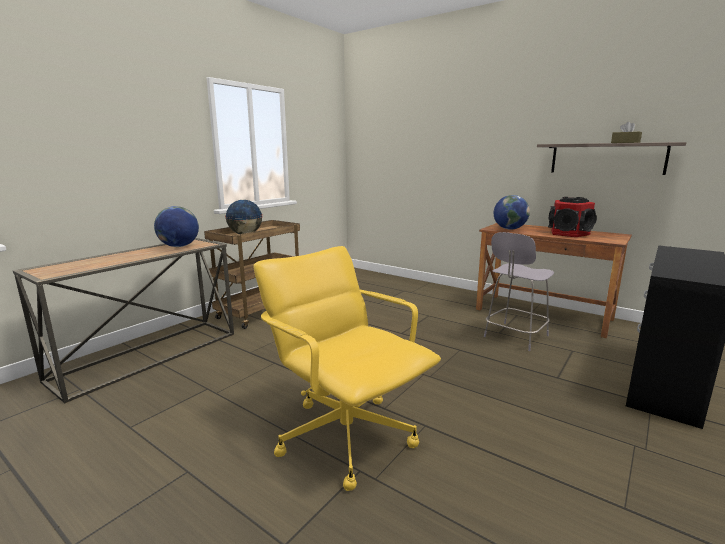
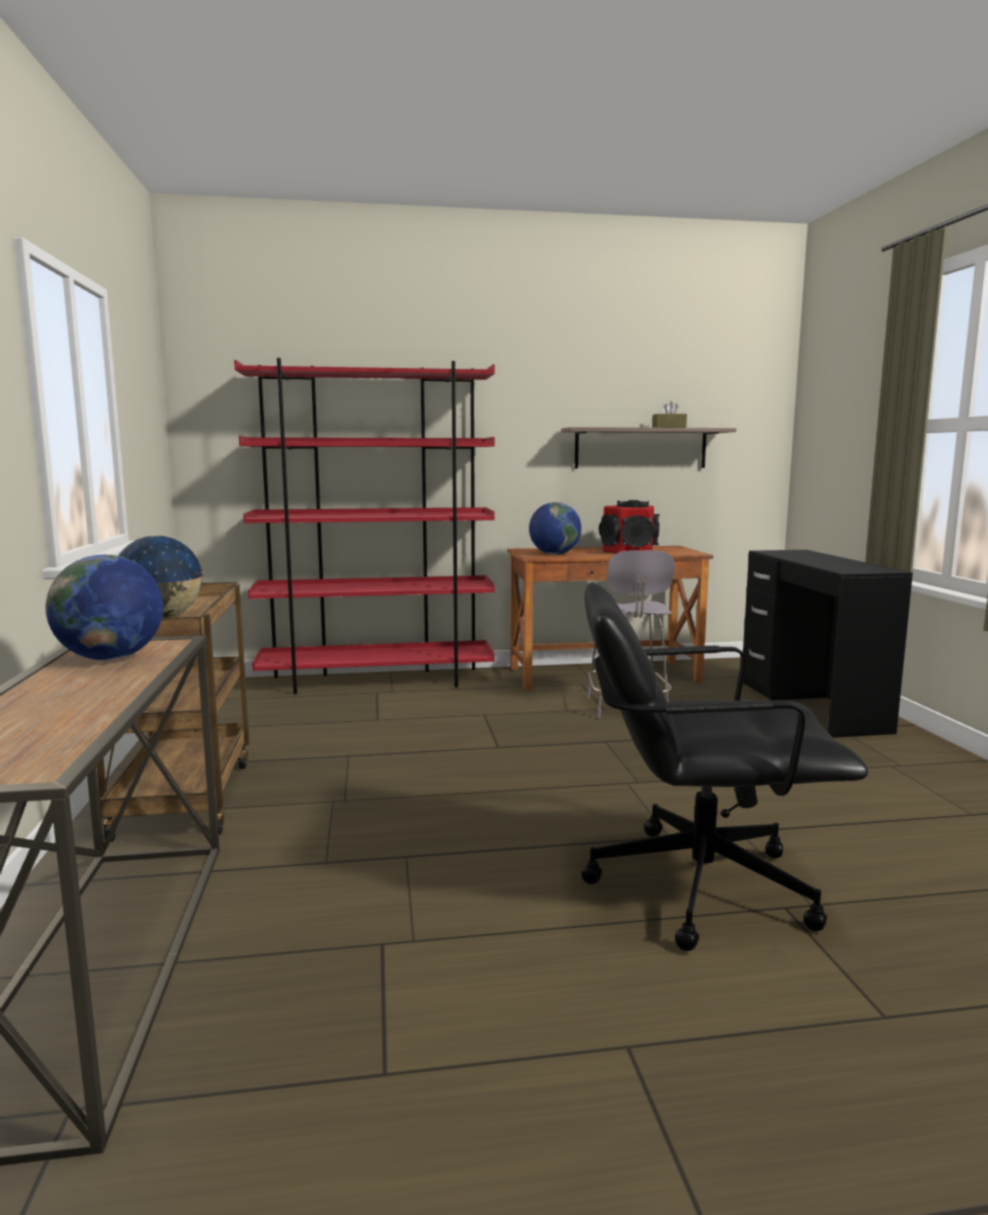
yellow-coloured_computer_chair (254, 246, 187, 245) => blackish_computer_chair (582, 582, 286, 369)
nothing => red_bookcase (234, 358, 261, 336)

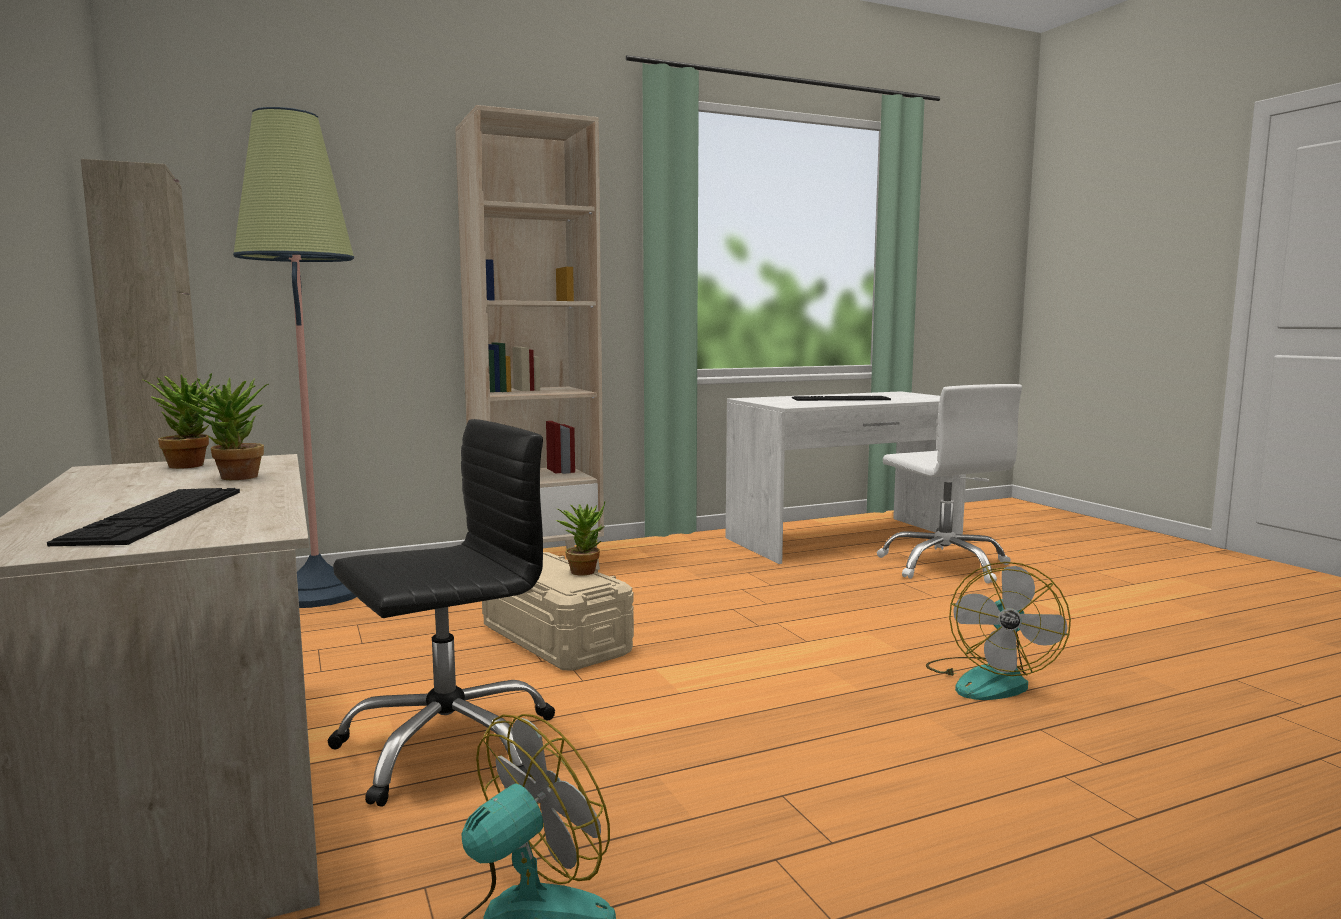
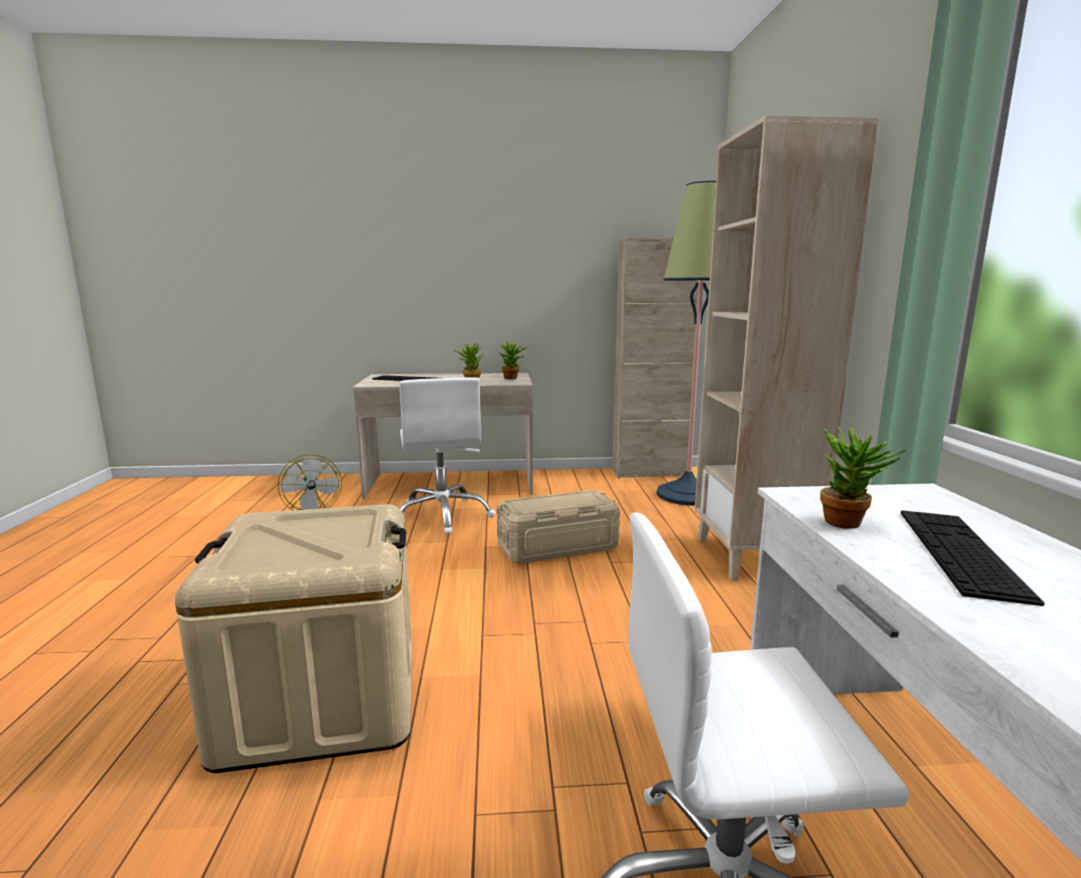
blackish_computer_chair (327, 419, 228, 388) => white-coloured_computer_chair (399, 378, 96, 157)
potted_plant (556, 502, 49, 74) => potted_plant (820, 427, 88, 102), shifted
electric_fan (926, 562, 145, 138) => beige-coloured_storage_bin (175, 504, 237, 269)

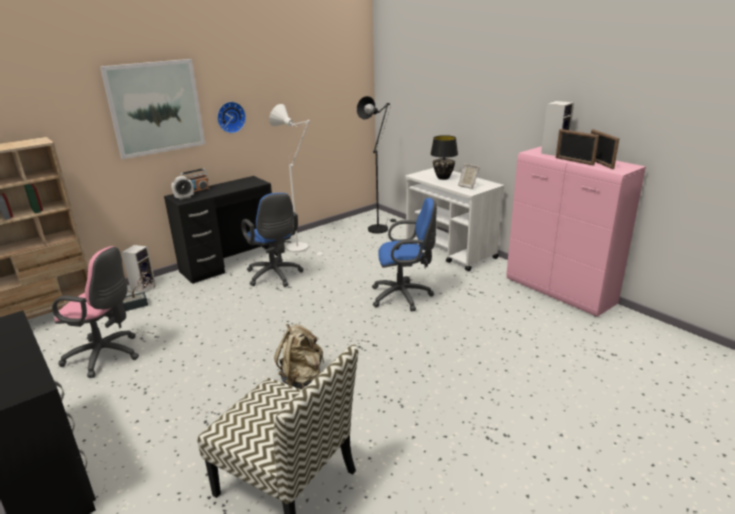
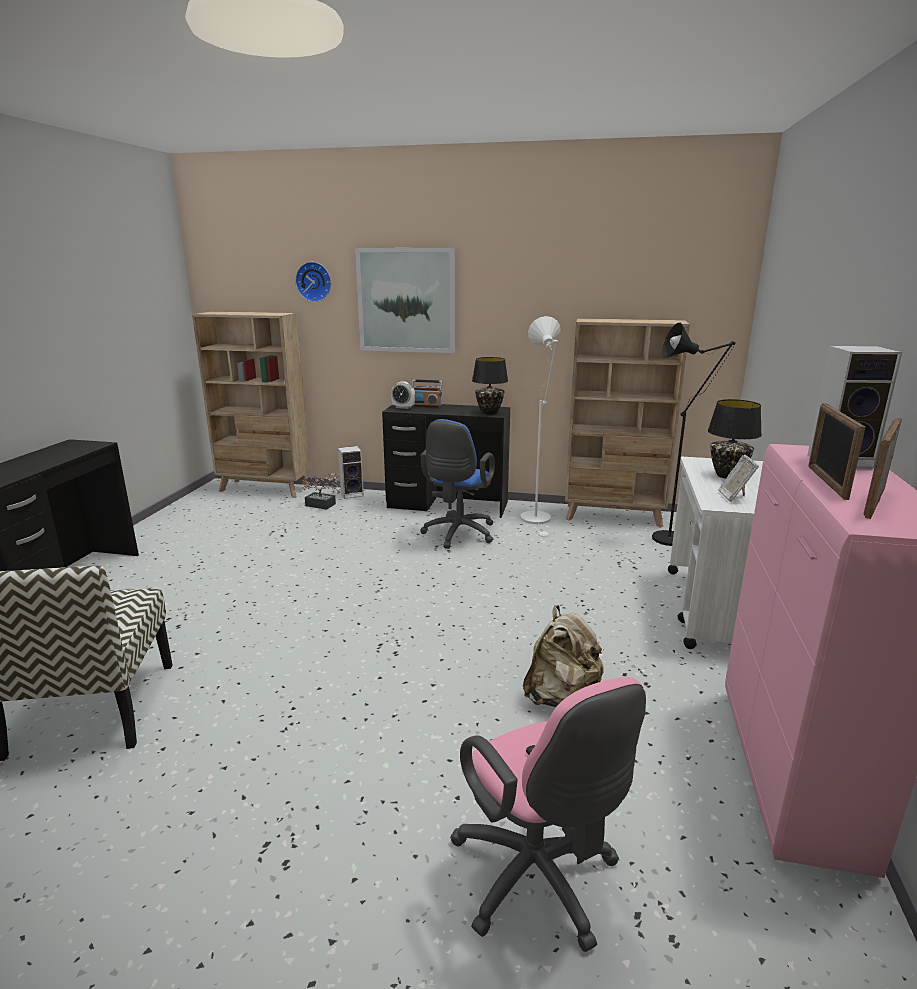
pink-coloured_computer_chair (52, 246, 87, 132) => pink-coloured_computer_chair (450, 677, 196, 275), shifted
hanging_clock (217, 102, 29, 31) => hanging_clock (295, 262, 36, 40), shifted
beige-coloured_backpack (274, 324, 50, 65) => beige-coloured_backpack (523, 605, 81, 102), shifted
blue_computer_chair (372, 198, 65, 114) => nothing
nothing => blackish_lamp_for_a_table (472, 357, 36, 58)
nothing => beige-coloured_bookcase (565, 318, 125, 210)

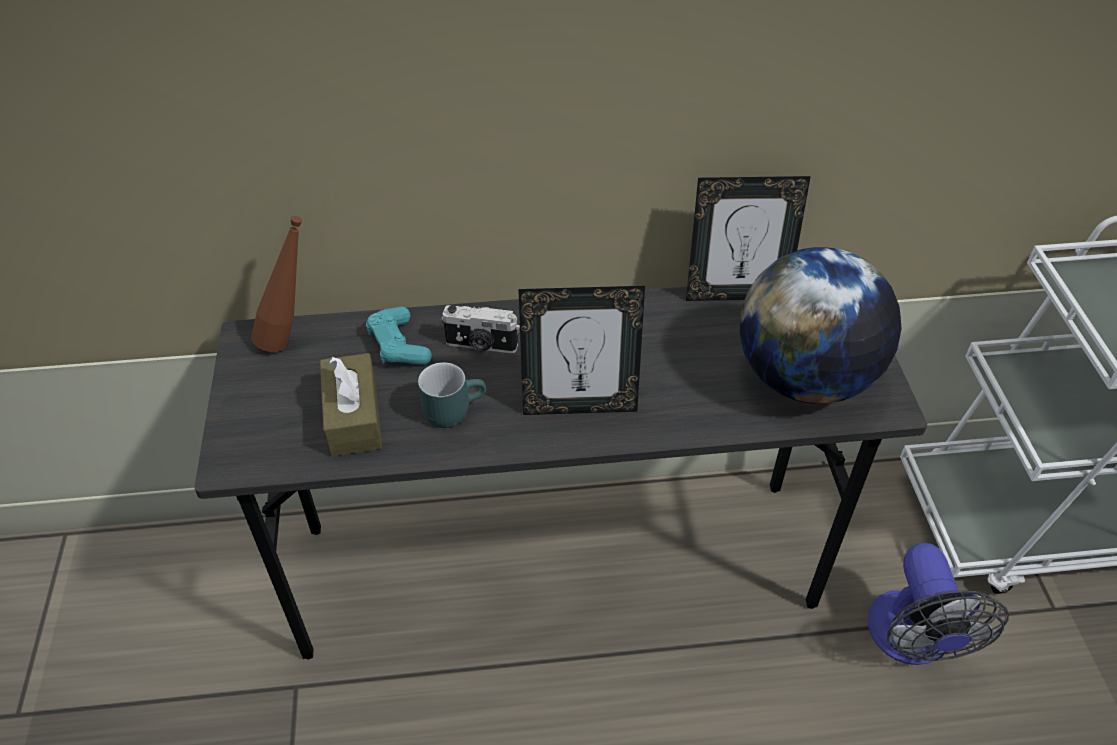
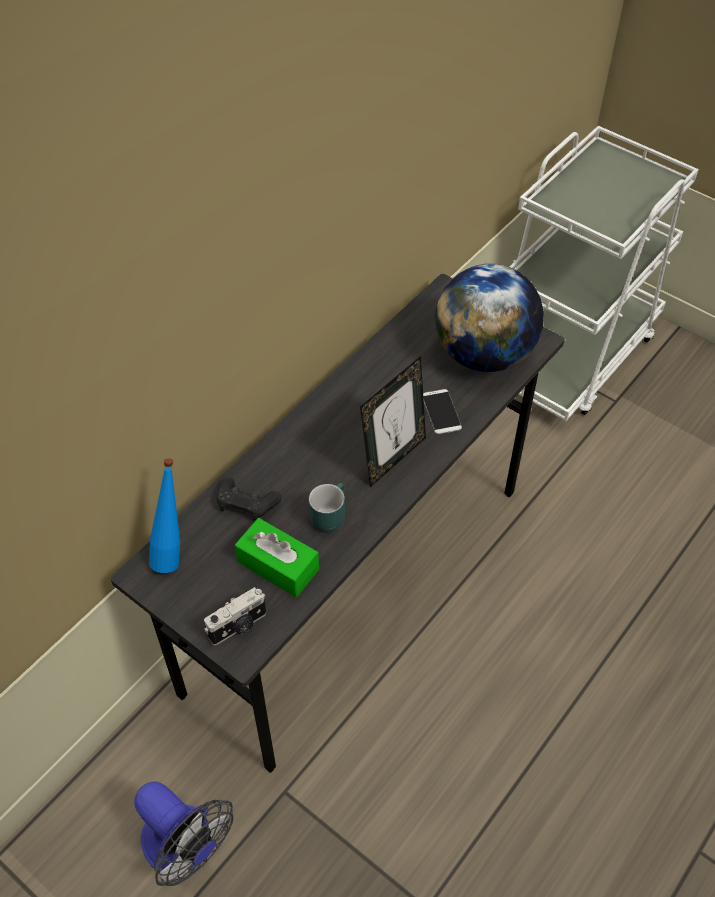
brownish_beverage_bottle (251, 216, 52, 136) => blue_beverage_bottle (149, 458, 31, 115)
brownish_tissue_holder (320, 353, 62, 103) => greenish_tissue_holder (235, 518, 84, 79)
blue-green_joypad (366, 307, 66, 58) => blackish_joypad (216, 477, 65, 44)
still_camera (441, 305, 79, 48) => still_camera (204, 587, 62, 58), shifted
picture_frame (686, 176, 125, 125) => nothing
electric_fan (868, 543, 141, 122) => electric_fan (134, 781, 99, 105), shifted
nothing => phone (423, 389, 39, 45)

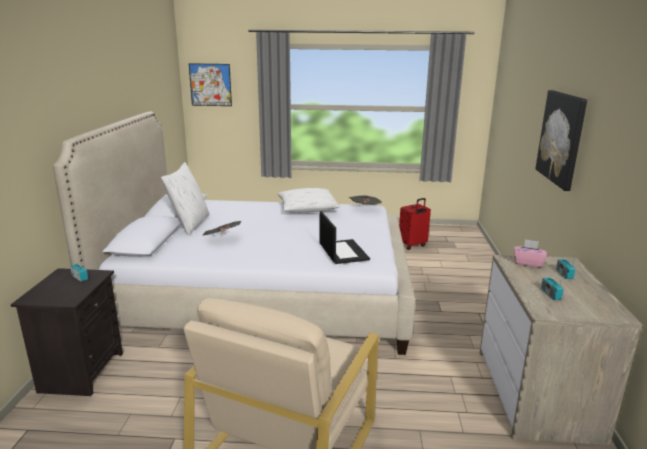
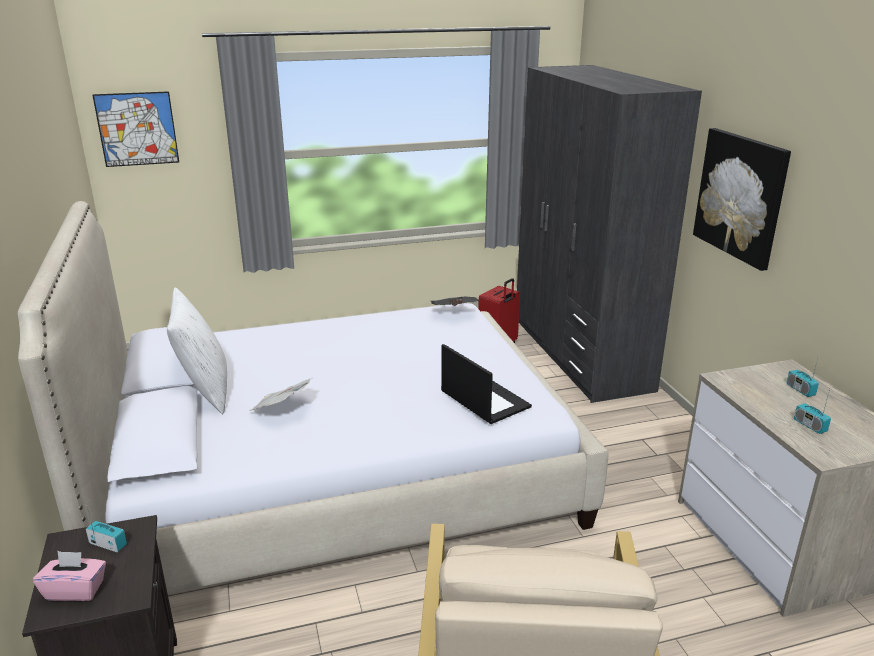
white-coloured_pillow (277, 188, 64, 24) => nothing
pink-coloured_tissue_holder (514, 239, 34, 29) => pink-coloured_tissue_holder (33, 551, 73, 50), shifted
nothing => greyish_wardrobe (517, 65, 185, 338)

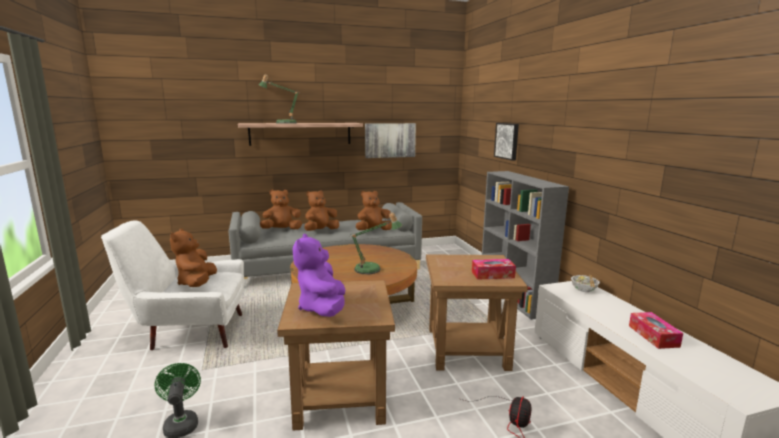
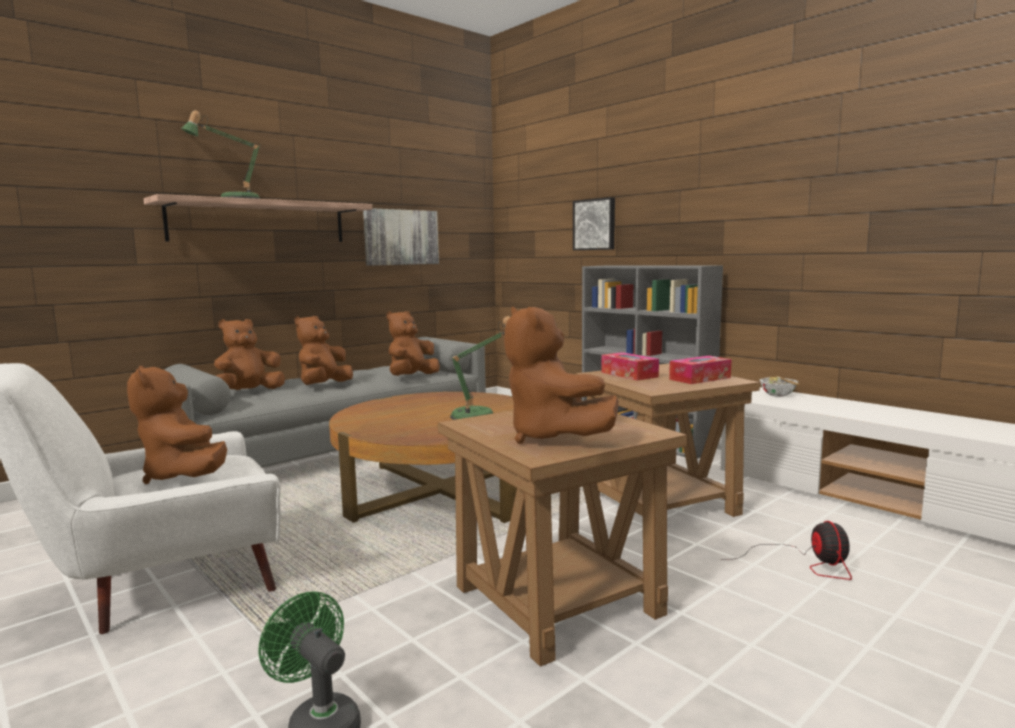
purple_plush_toy (293, 234, 52, 83) => brownish_plush_toy (504, 307, 115, 137)
tissue_holder (629, 312, 54, 37) => tissue_holder (601, 352, 58, 29), shifted

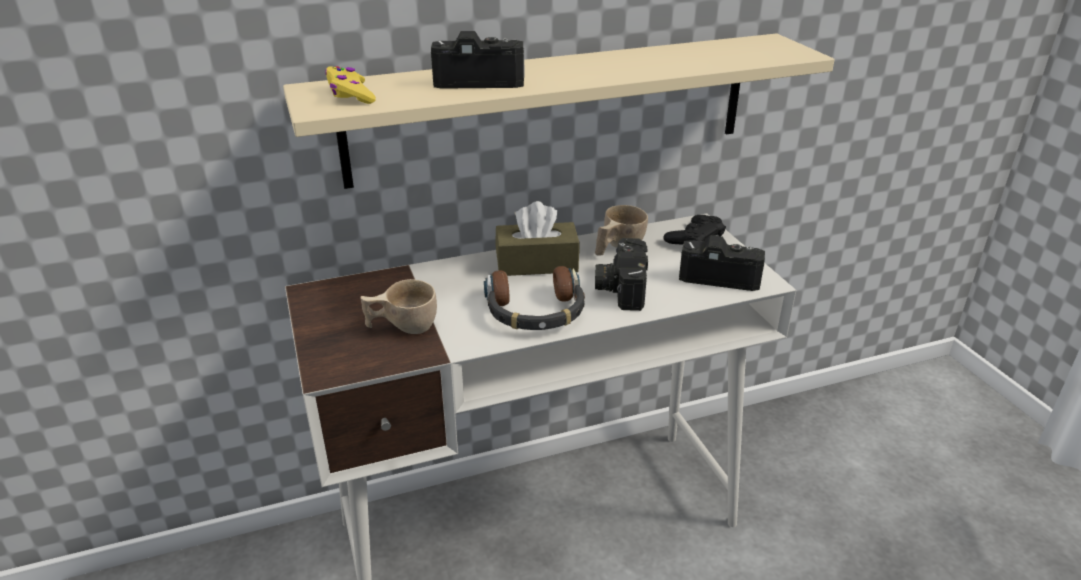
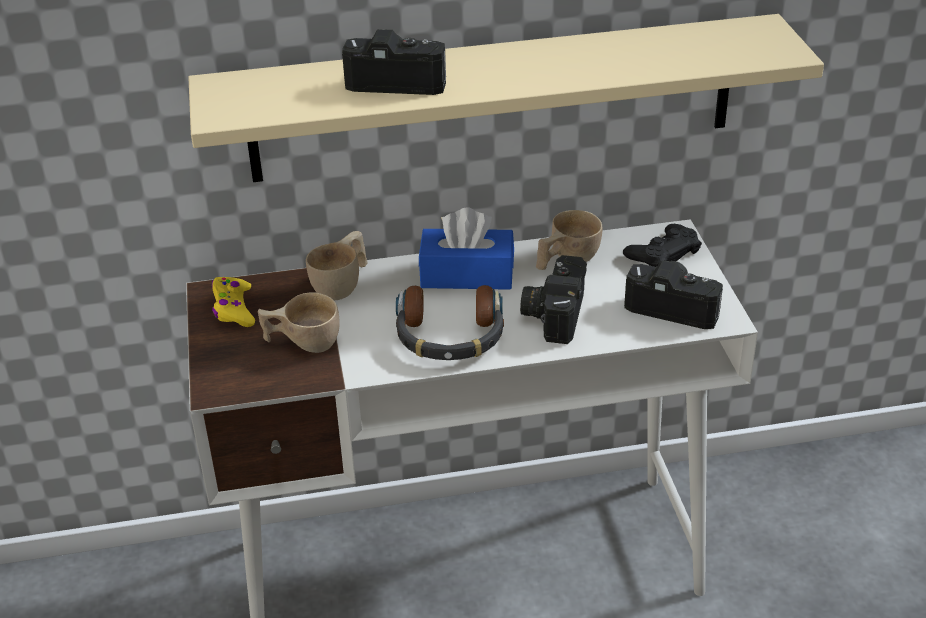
yellow-coloured_joypad (326, 66, 50, 38) => yellow-coloured_joypad (212, 277, 43, 50), shifted
brownish_tissue_holder (495, 201, 85, 75) => blue_tissue_holder (419, 208, 95, 82)
nothing => beige-coloured_small_cup (306, 231, 62, 70)

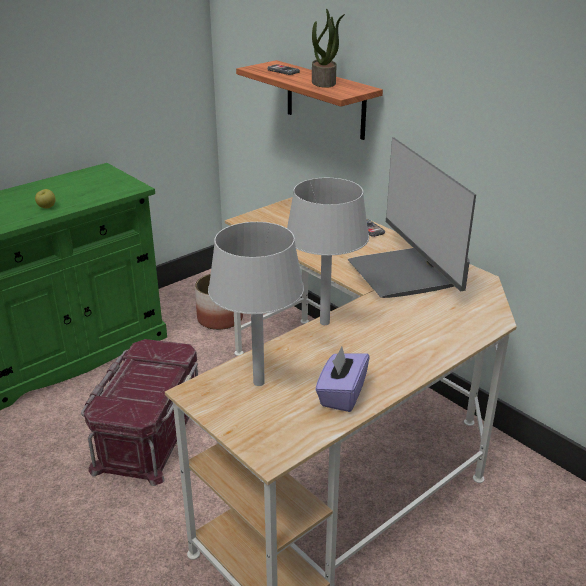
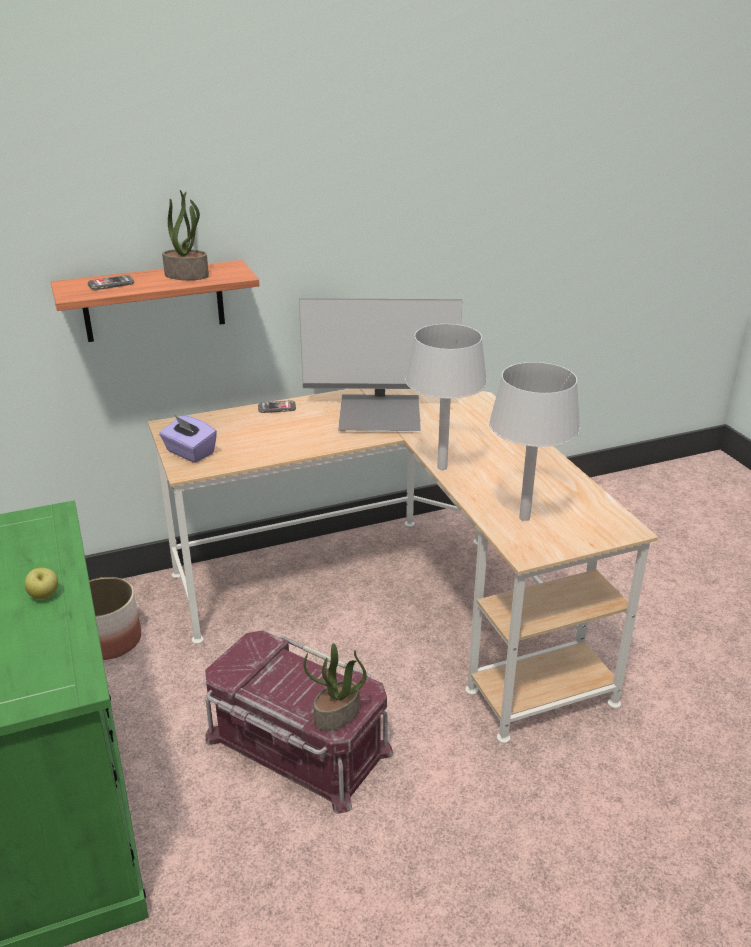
purple_tissue_holder (315, 347, 55, 65) => purple_tissue_holder (159, 416, 58, 47), shifted
nothing => potted_plant (303, 643, 64, 88)

